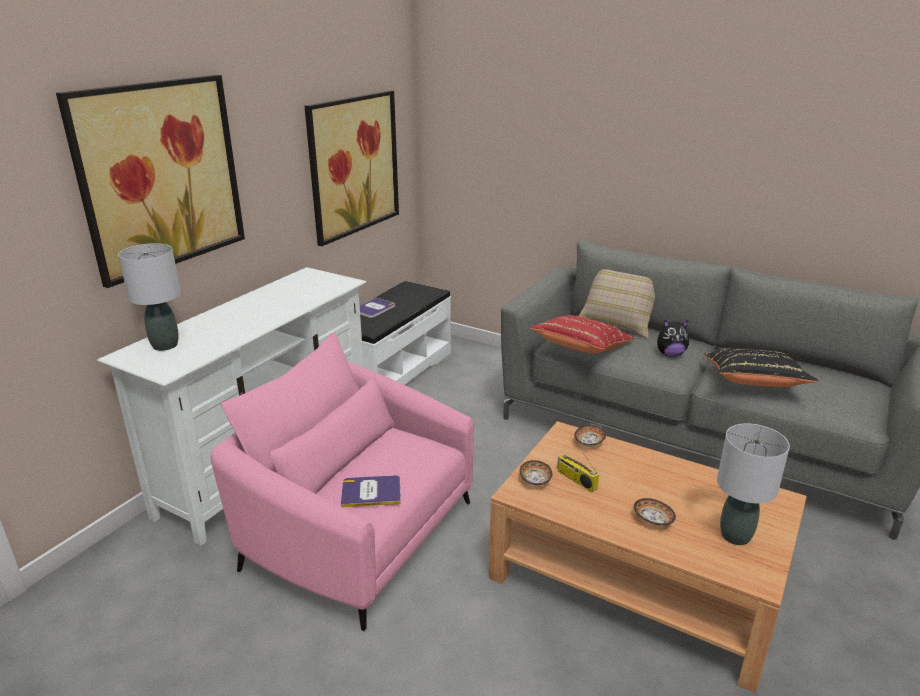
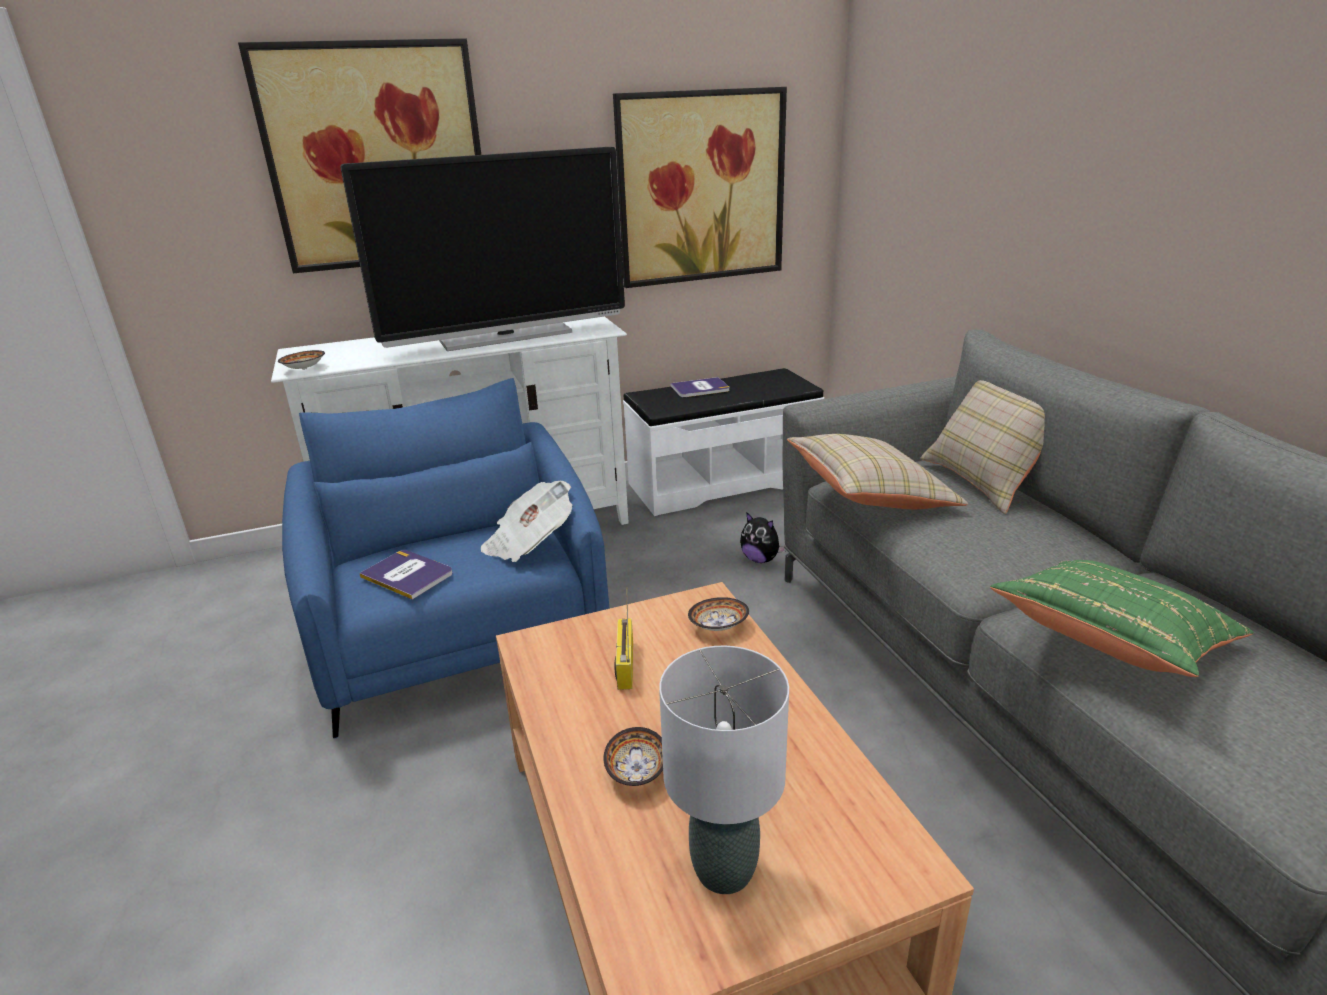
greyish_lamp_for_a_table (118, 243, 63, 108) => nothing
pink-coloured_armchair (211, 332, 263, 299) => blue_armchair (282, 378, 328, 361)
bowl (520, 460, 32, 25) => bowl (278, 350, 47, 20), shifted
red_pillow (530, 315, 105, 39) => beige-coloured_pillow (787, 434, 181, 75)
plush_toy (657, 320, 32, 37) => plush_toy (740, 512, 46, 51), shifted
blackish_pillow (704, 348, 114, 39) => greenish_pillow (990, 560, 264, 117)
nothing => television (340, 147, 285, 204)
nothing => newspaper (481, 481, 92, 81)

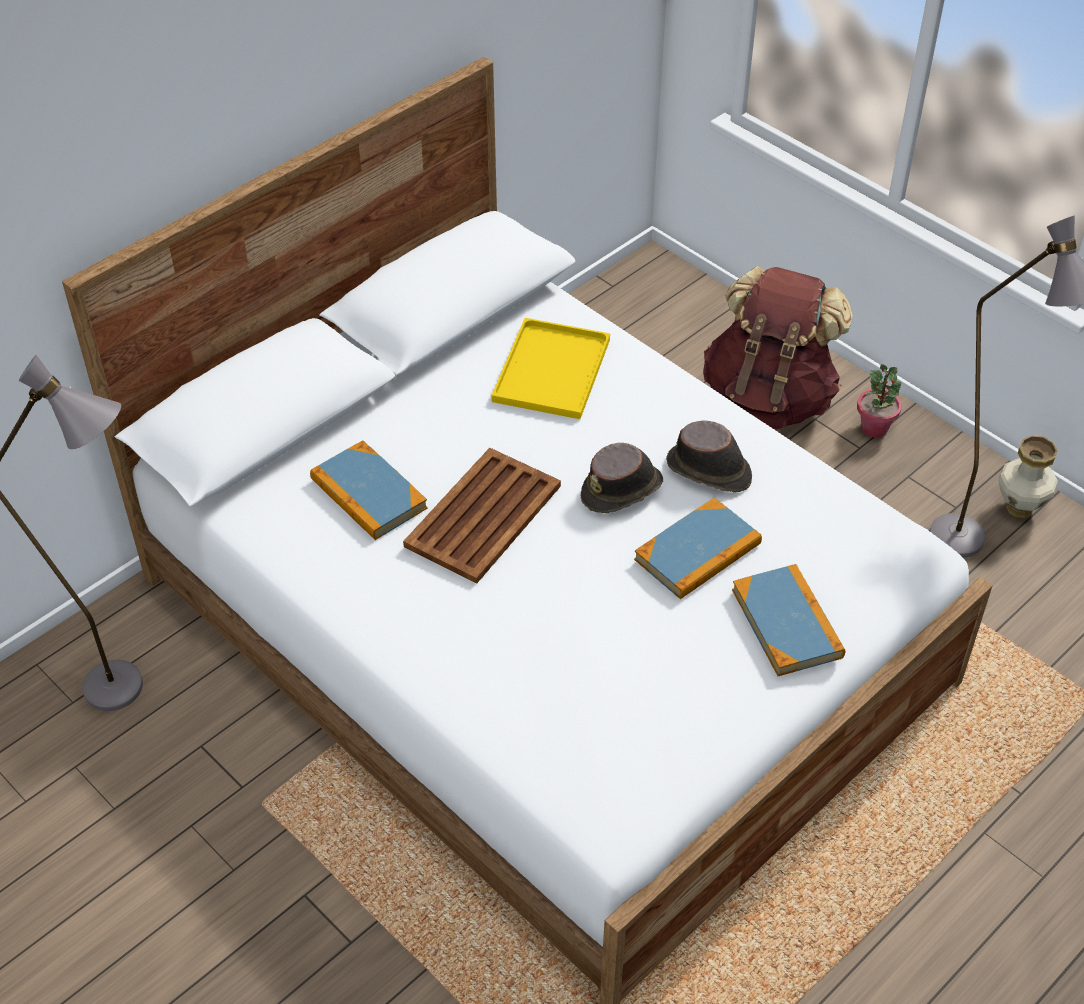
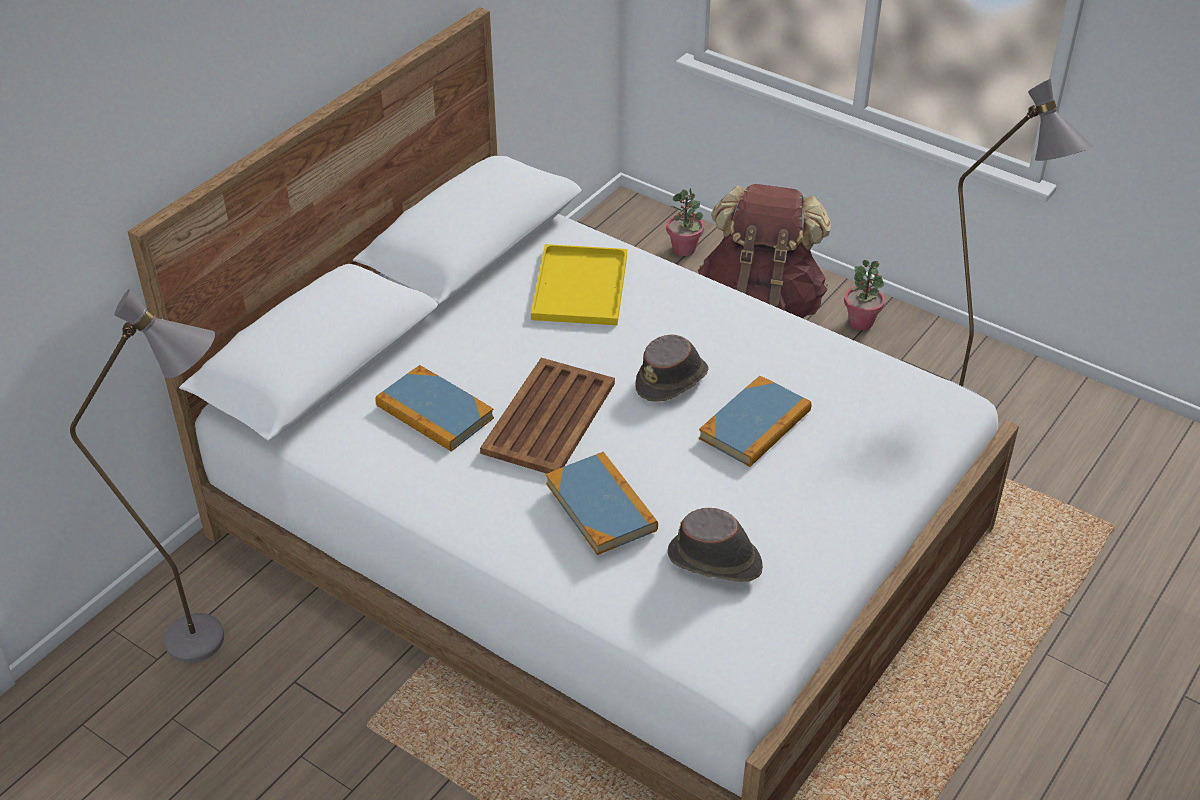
brownish_hat (666, 420, 86, 73) => brownish_hat (667, 508, 96, 74), shifted
book (732, 564, 113, 112) => book (546, 452, 112, 103), shifted
decorative_vase (998, 435, 60, 83) => nothing
nothing => potted_plant (666, 188, 38, 68)

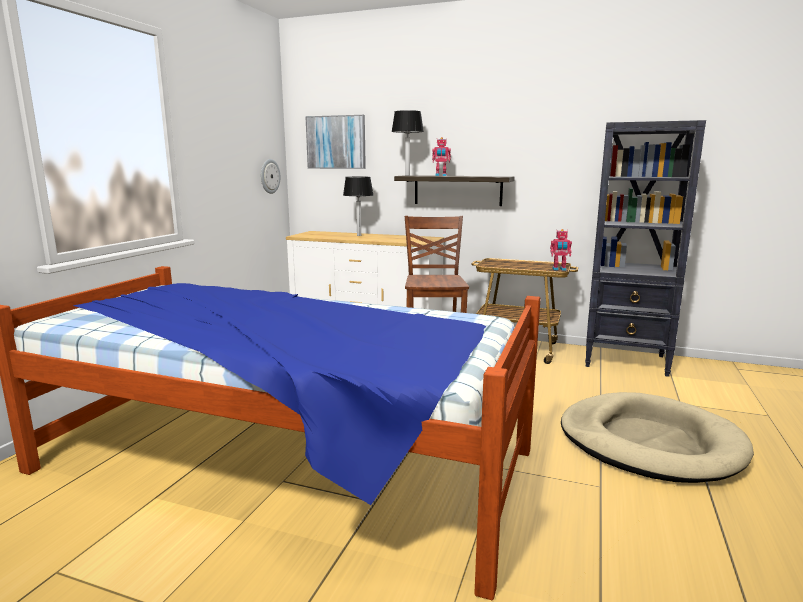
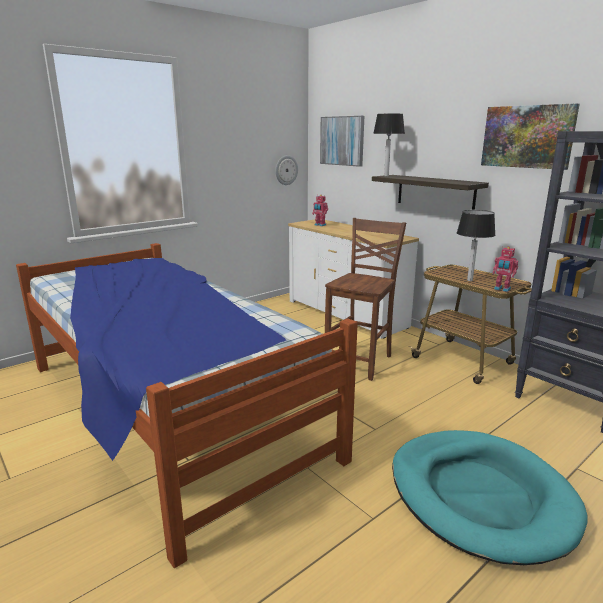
lamp_for_a_table (343, 177, 30, 59) => lamp_for_a_table (457, 210, 38, 71), shifted
toy_robot (432, 137, 19, 39) => toy_robot (312, 195, 16, 31), shifted
beige-coloured_pet_bed (561, 392, 193, 91) => blue-green_pet_bed (392, 430, 196, 135)
nothing => wall_art (481, 103, 99, 67)

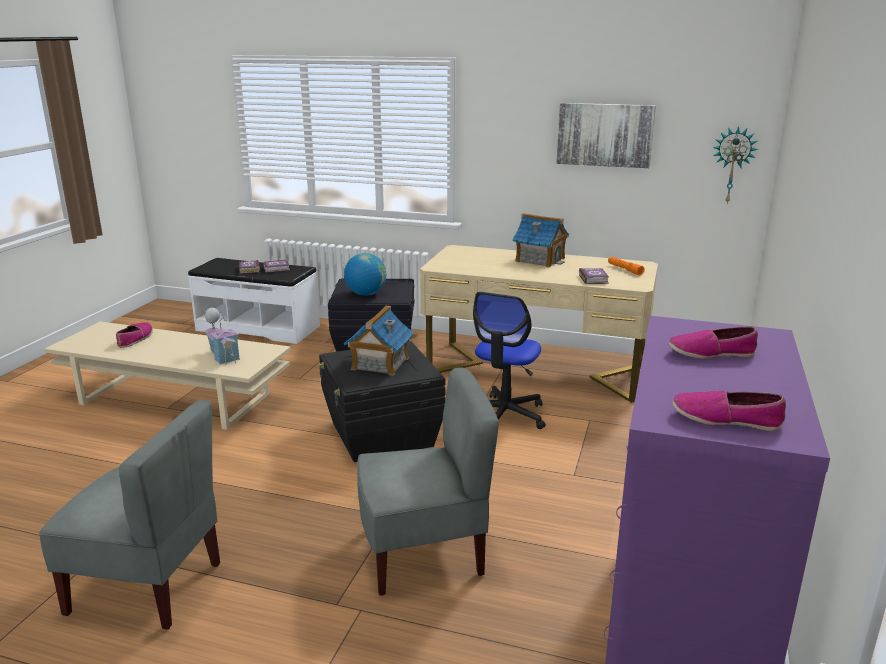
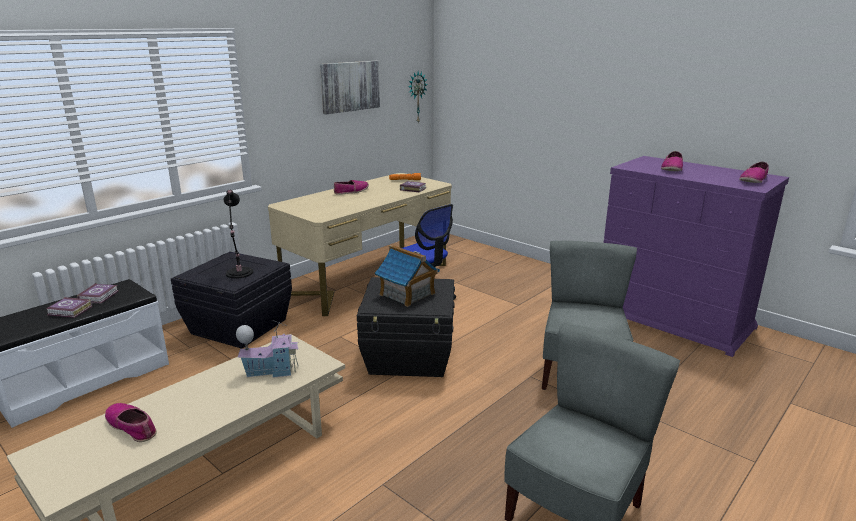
world_globe (344, 253, 42, 43) => blackish_lamp_for_a_table (224, 190, 29, 89)
toy_house (513, 213, 56, 55) => shoe (334, 180, 35, 15)

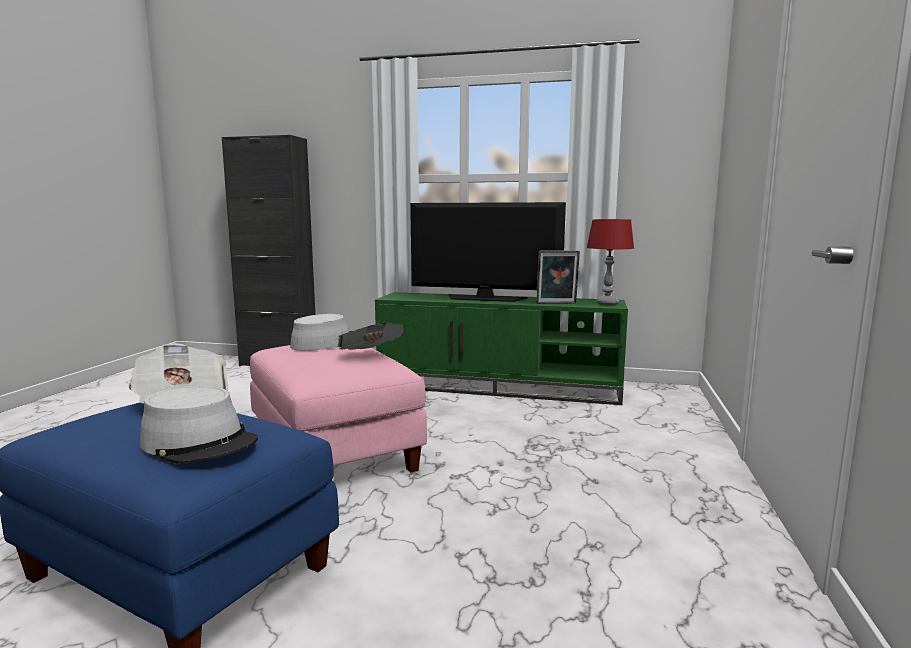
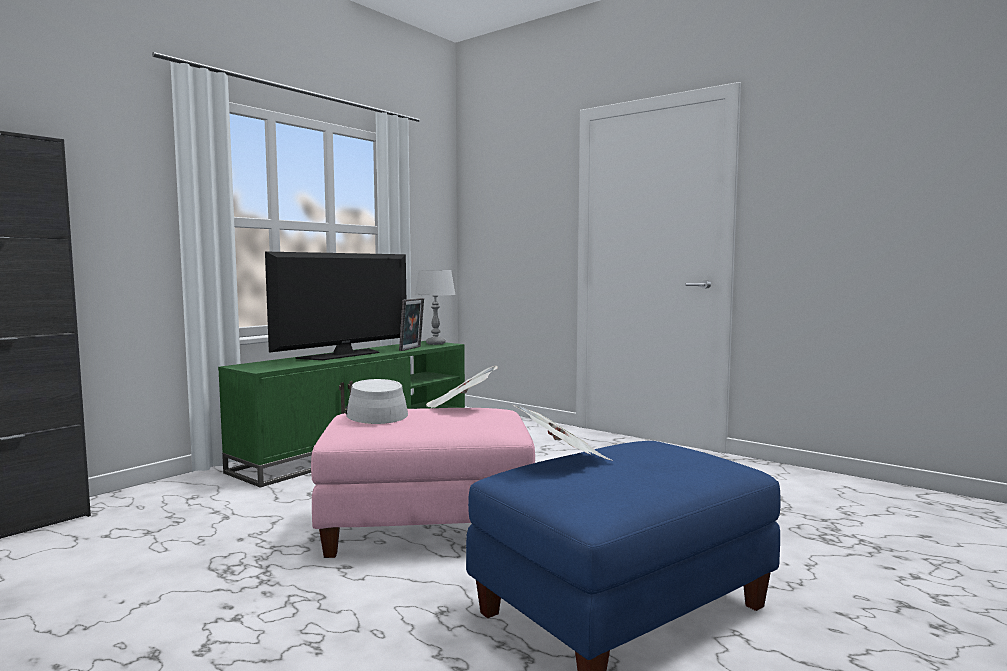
greyish_hat (140, 386, 118, 78) => nothing
red_lamp_for_a_table (586, 219, 48, 86) => greyish_lamp_for_a_table (415, 270, 41, 75)

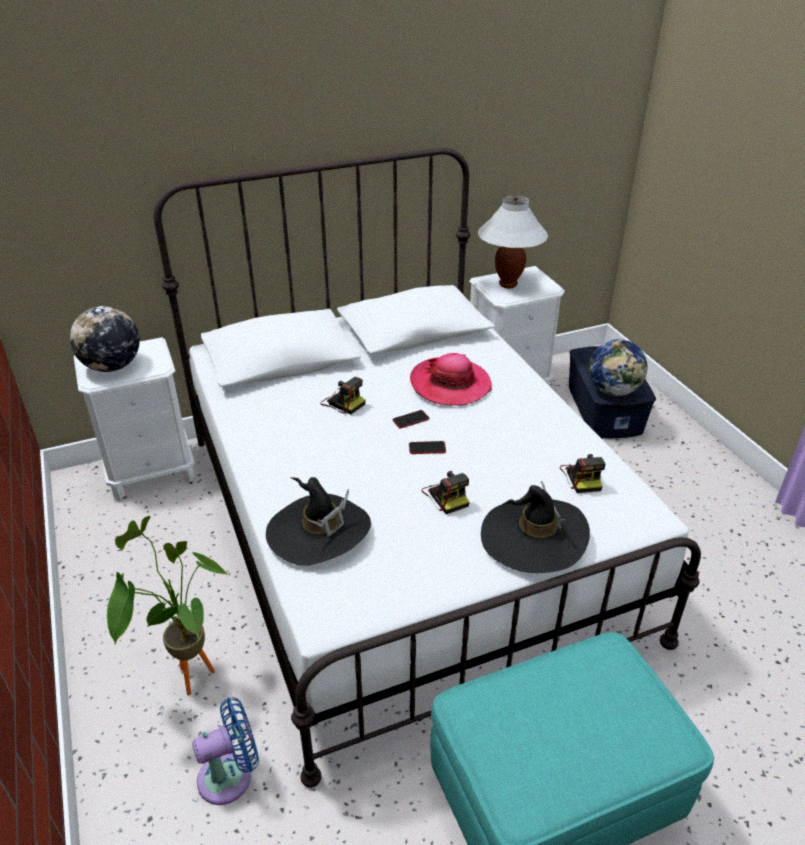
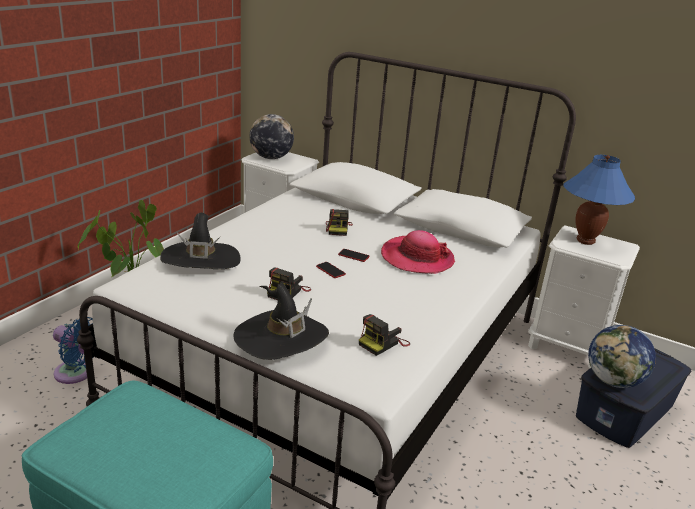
white-coloured_lamp_for_a_table (478, 196, 70, 92) => blue_lamp_for_a_table (563, 155, 72, 90)

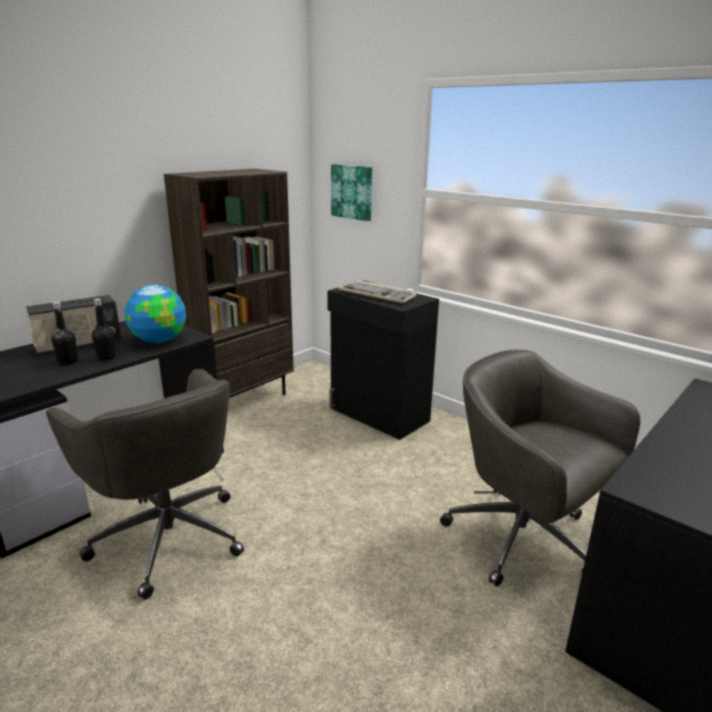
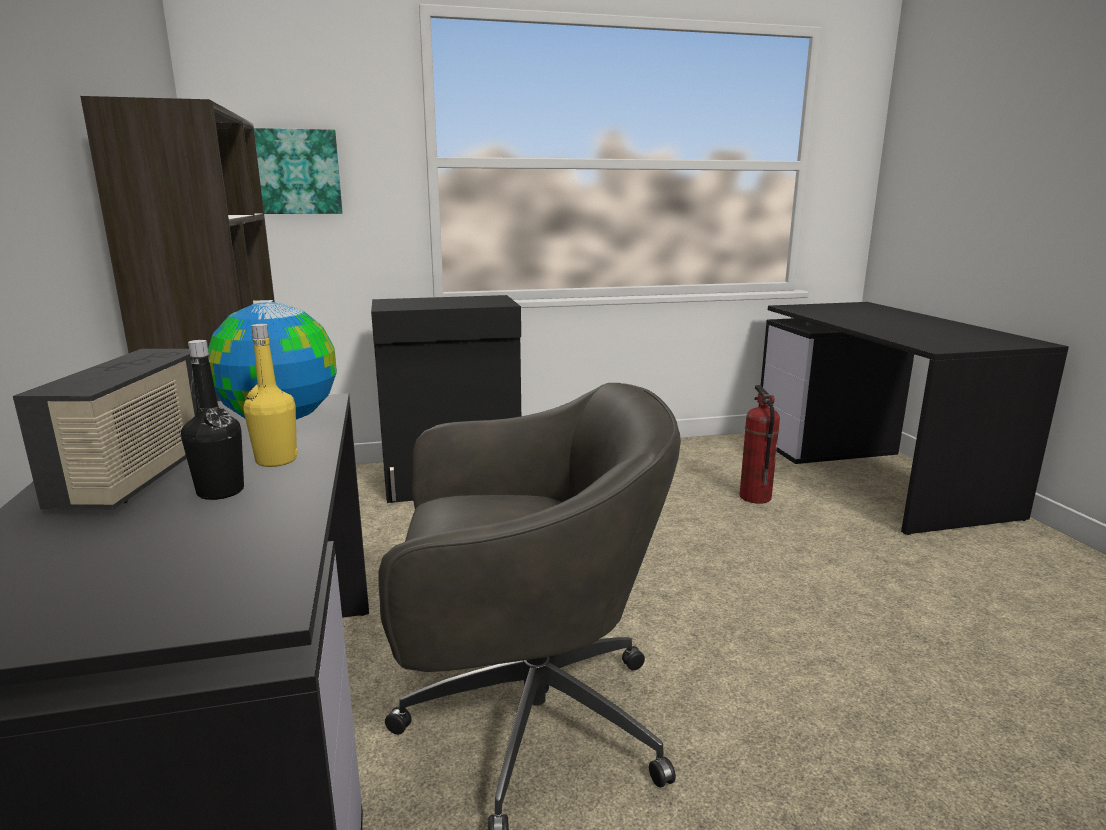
blackish_beverage_bottle (92, 299, 24, 62) => yellow-coloured_beverage_bottle (243, 324, 55, 143)
PC_keyboard (338, 280, 79, 23) => nothing
greyish_computer_chair (440, 350, 200, 237) => fire_extinguisher (740, 385, 40, 119)

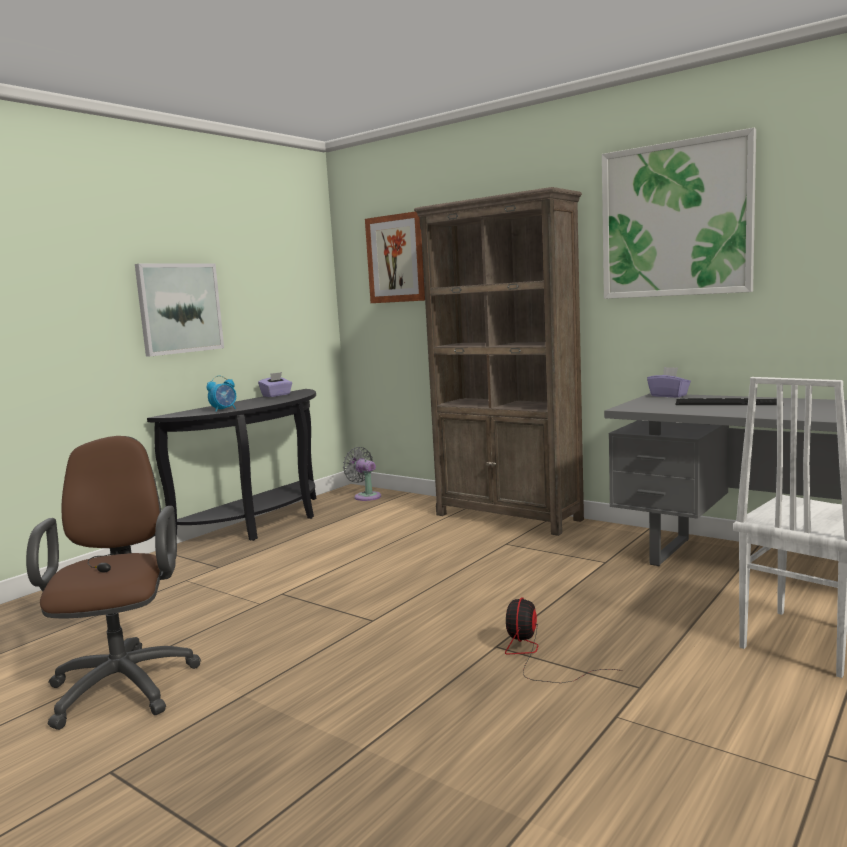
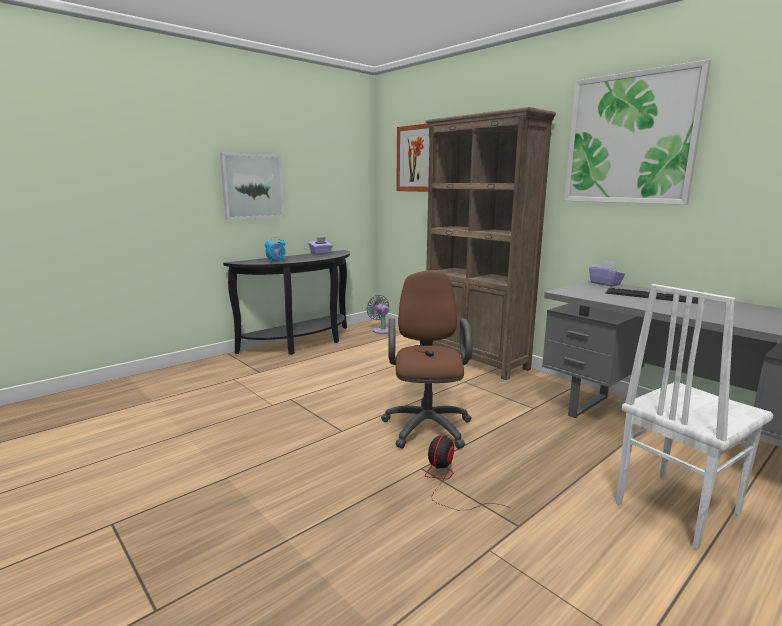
brownish_computer_chair (26, 436, 175, 294) => brownish_computer_chair (381, 270, 91, 179), shifted

